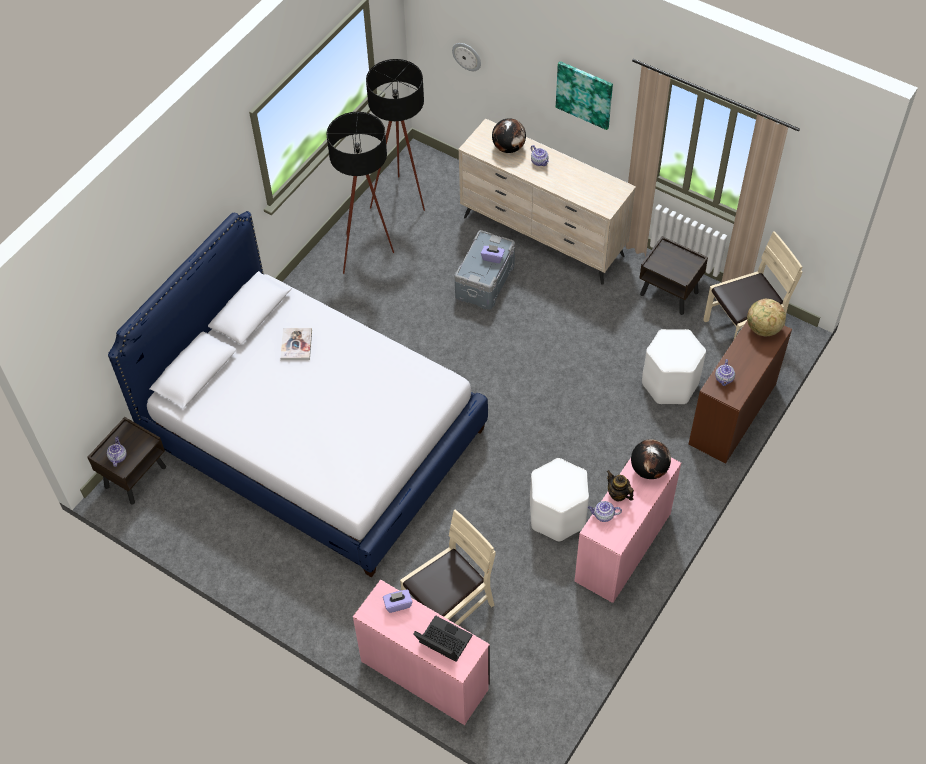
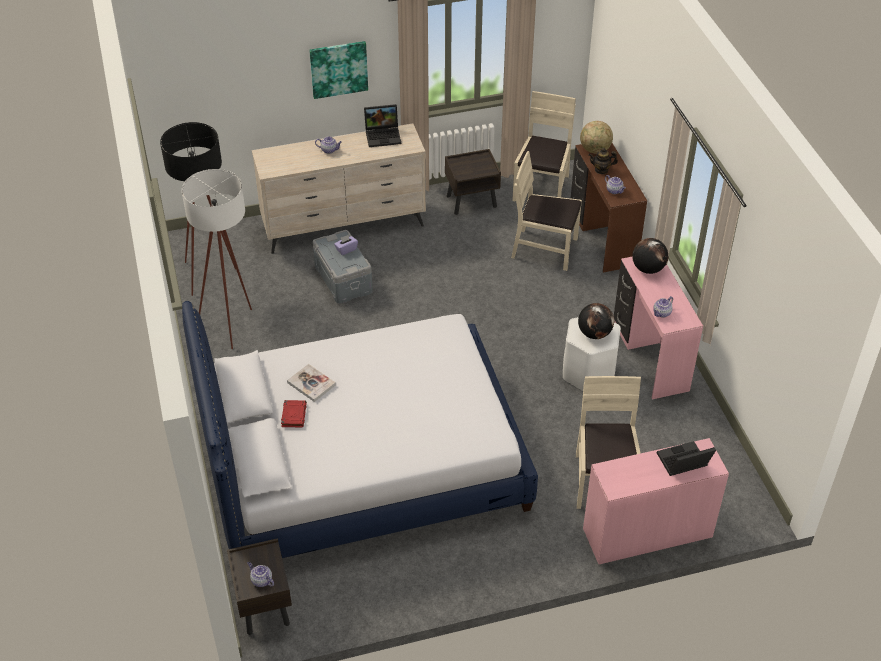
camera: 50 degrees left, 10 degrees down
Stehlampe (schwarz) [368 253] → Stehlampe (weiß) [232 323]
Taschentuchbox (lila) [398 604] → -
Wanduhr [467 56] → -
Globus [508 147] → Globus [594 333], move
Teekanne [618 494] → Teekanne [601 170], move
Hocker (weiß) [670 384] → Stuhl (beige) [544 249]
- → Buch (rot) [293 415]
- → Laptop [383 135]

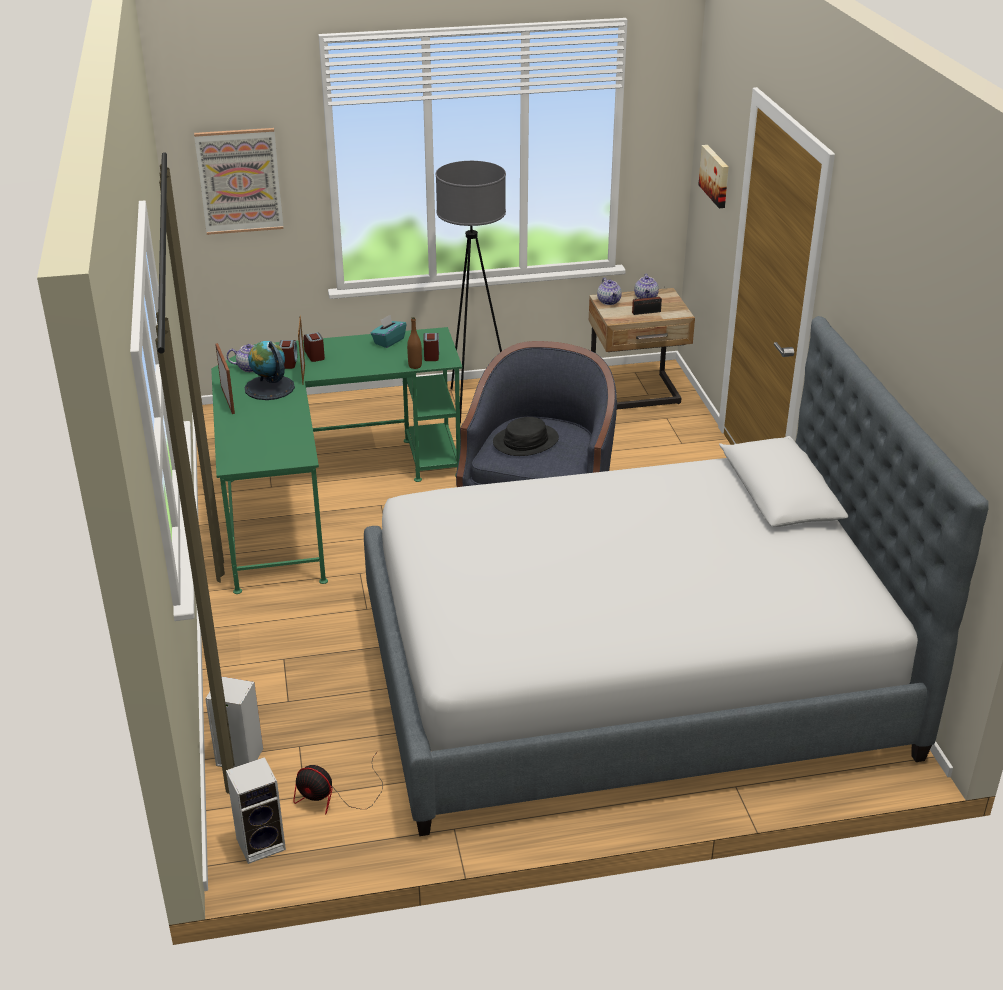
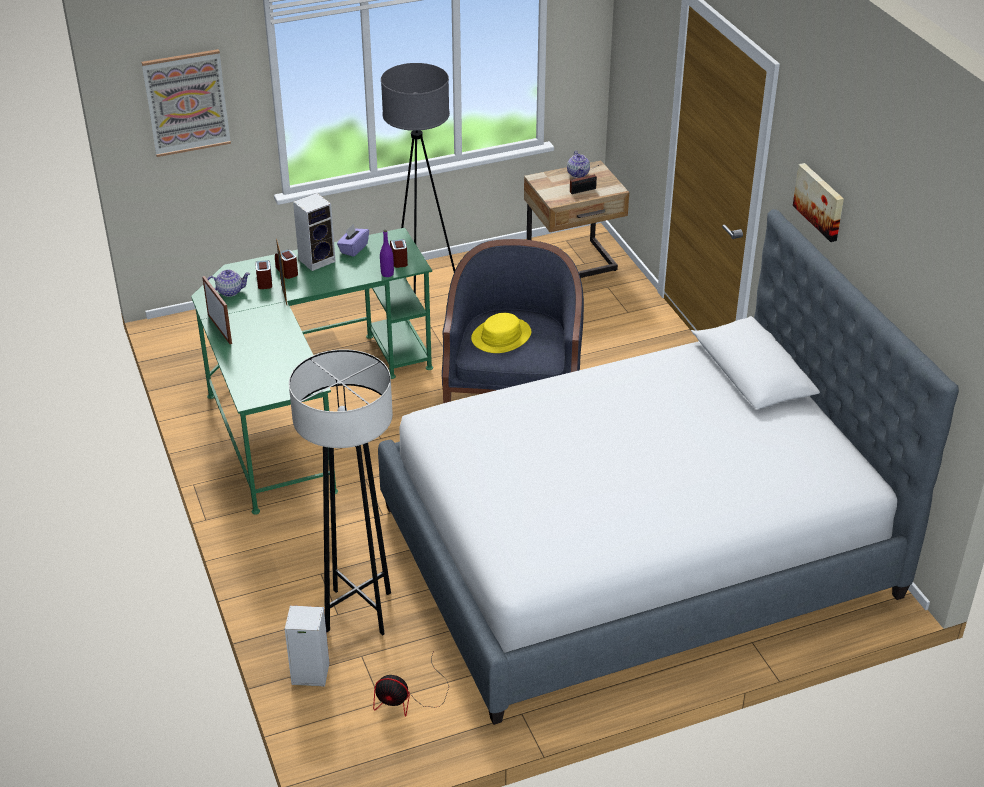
camera: 10 degrees left, 5 degrees up
Lautsprecher [262 843] → Lautsprecher [317 260], move
Globus [269 388] → -
Taschentuchbox (türkis) [388 341] → Taschentuchbox (lila) [353 249]
Flasche (braun) [415 366] → Flasche (lila) [387 274]
Hut (schwarz) [526 441] → Hut (gelb) [501 336]
Teekanne [609 301] → -
Bild [716 175] → Bild [820 201], move
- → Stehlampe (grau) [358 612]

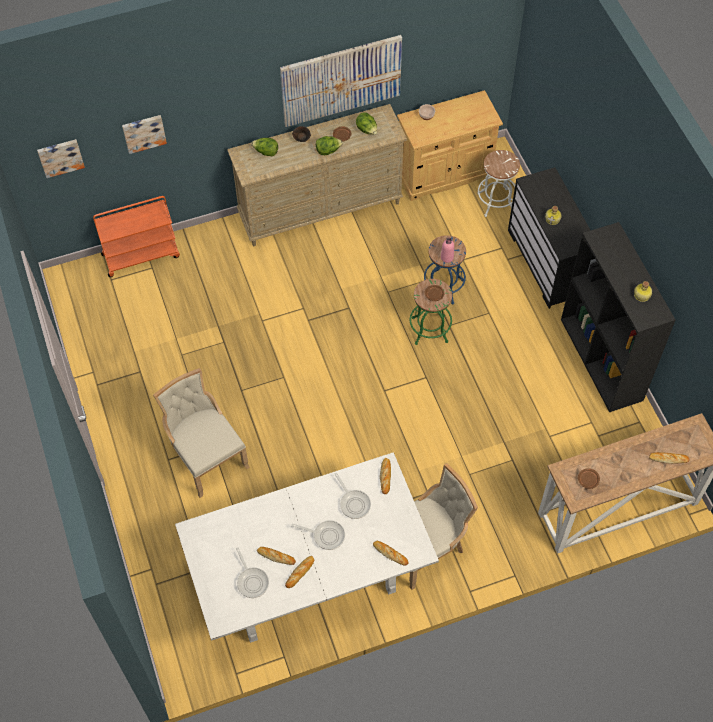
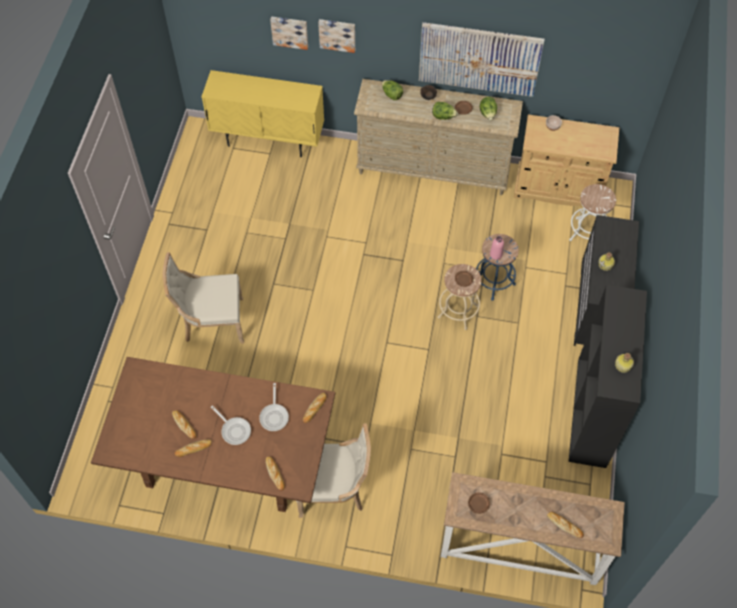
camera: 30 degrees right, 0 degrees up
Bild [60 157] → Bild [337 34], move
Rollwagen (orange) [141 255] → Schrank (gelb) [268 140]
Stuhl (beige) [206 456] → Stuhl (beige) [212 322], 90 degrees counterclockwise
Esstisch (weiß) [310 576] → Esstisch (braun) [226 460]
Pfanne [252 581] → -
Hocker (grün) [429 329] → Hocker (beige) [458 311]

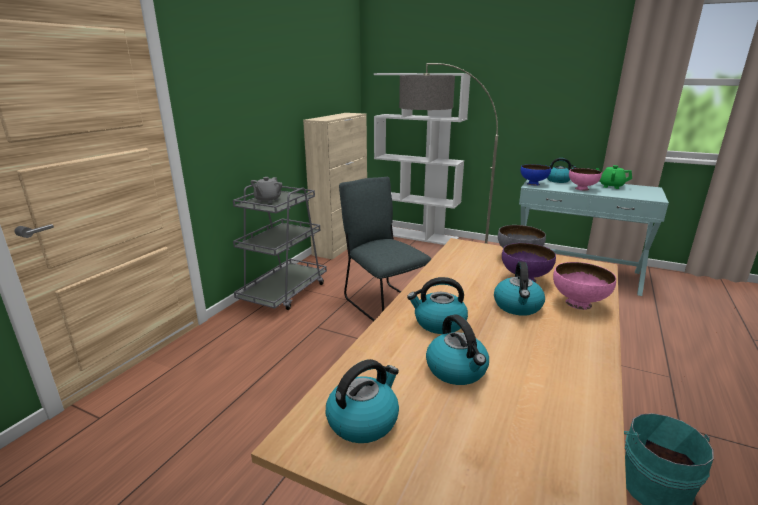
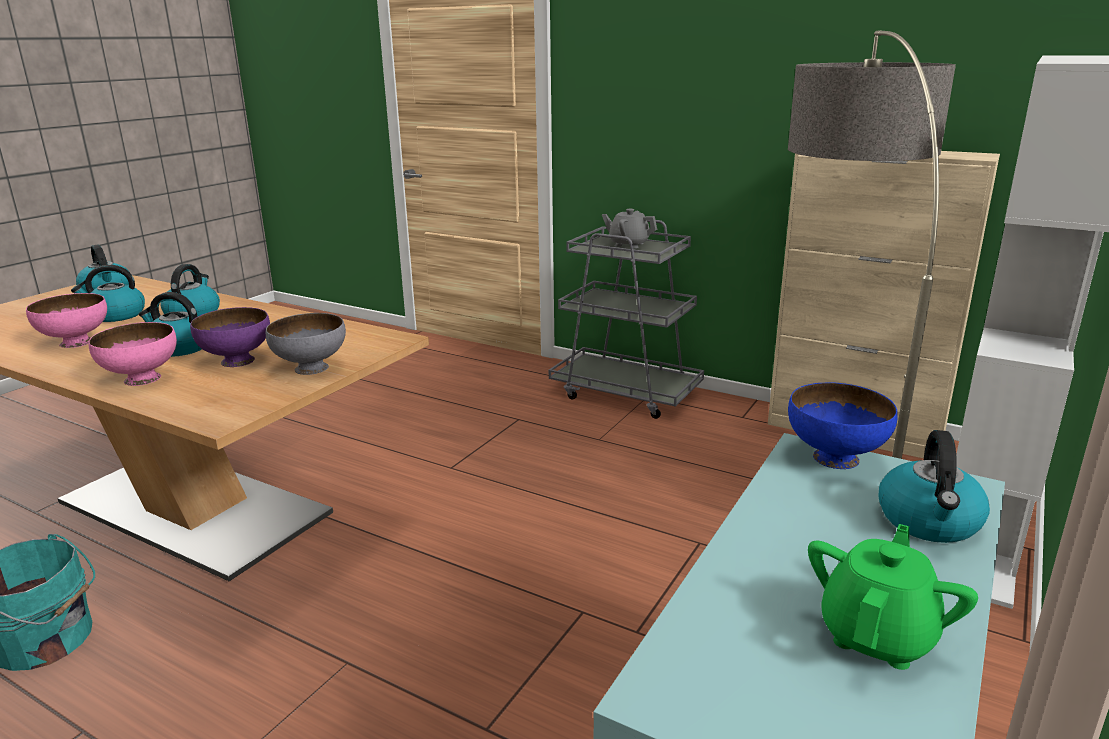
camera: 95 degrees right, 0 degrees up
Stuhl (grau) [383 303] → -
Schüssel (rosa) [582 189] → Schüssel (rosa) [75 343], move

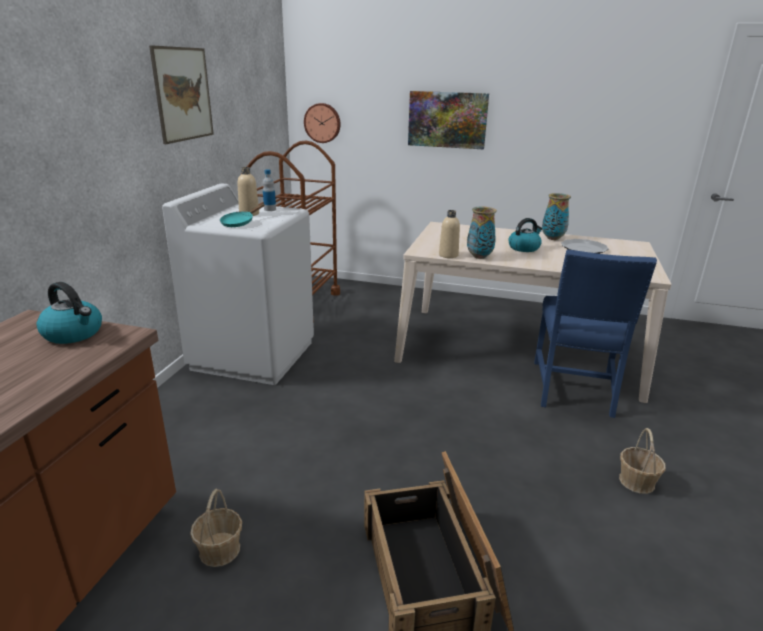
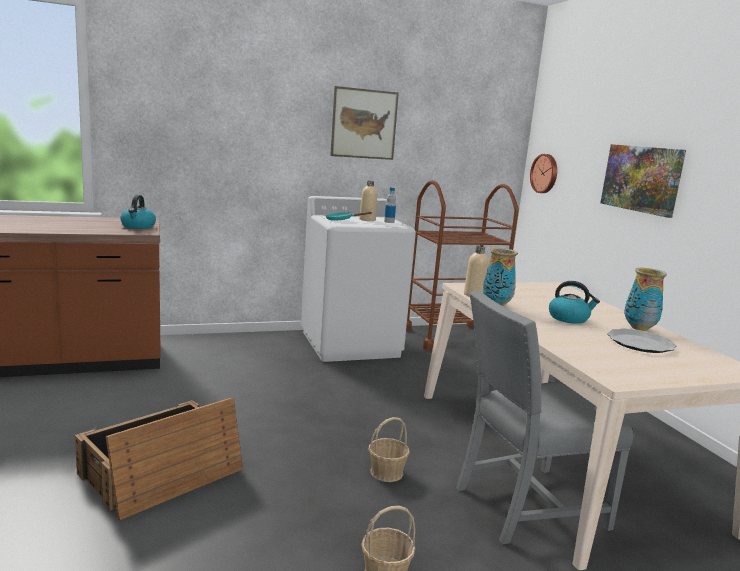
camera: 55 degrees right, 10 degrees down
Korb [220 550] → Korb [387 472], move
Stuhl (blau) [574 390] → Stuhl (grau) [524 506]

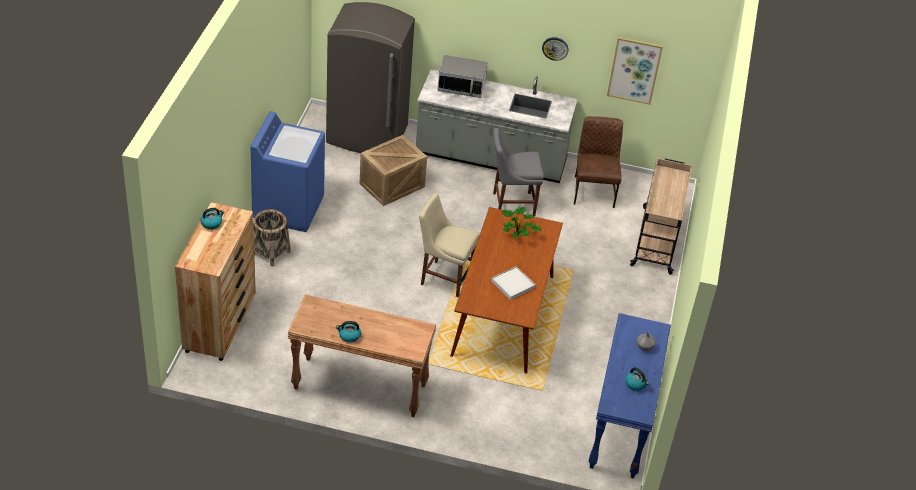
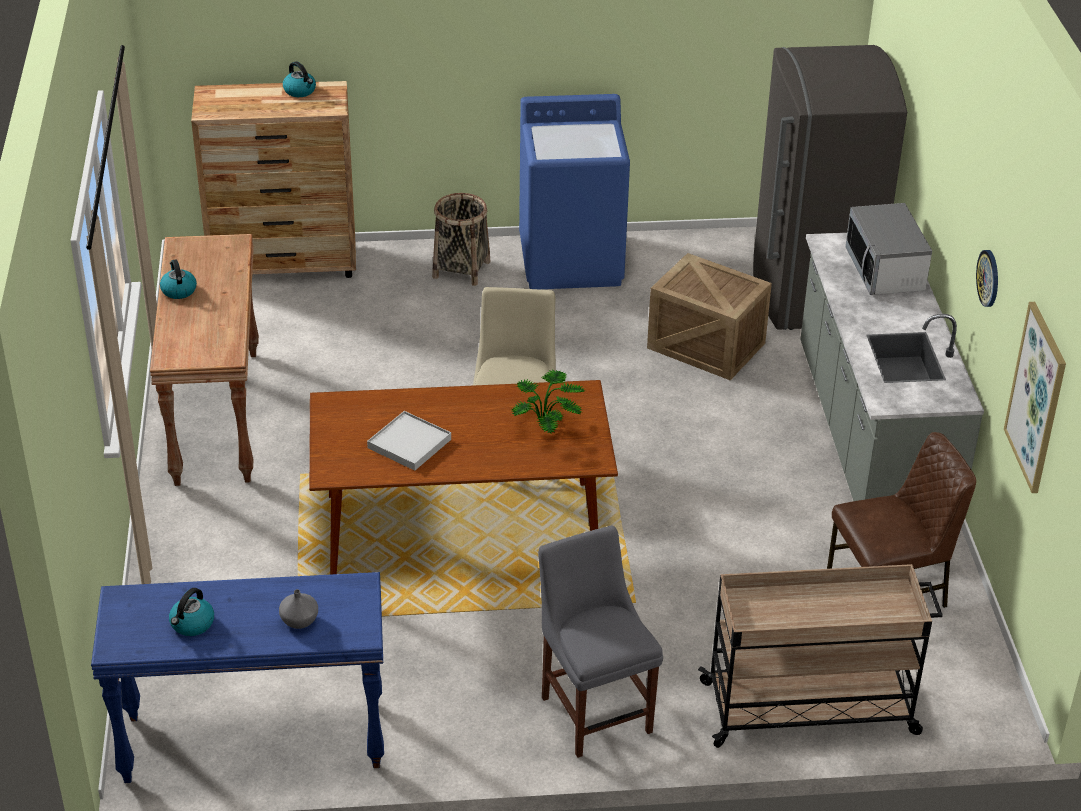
camera: 75 degrees right, 5 degrees down
Stuhl (grau) [511 204] → Stuhl (grau) [594 710], move

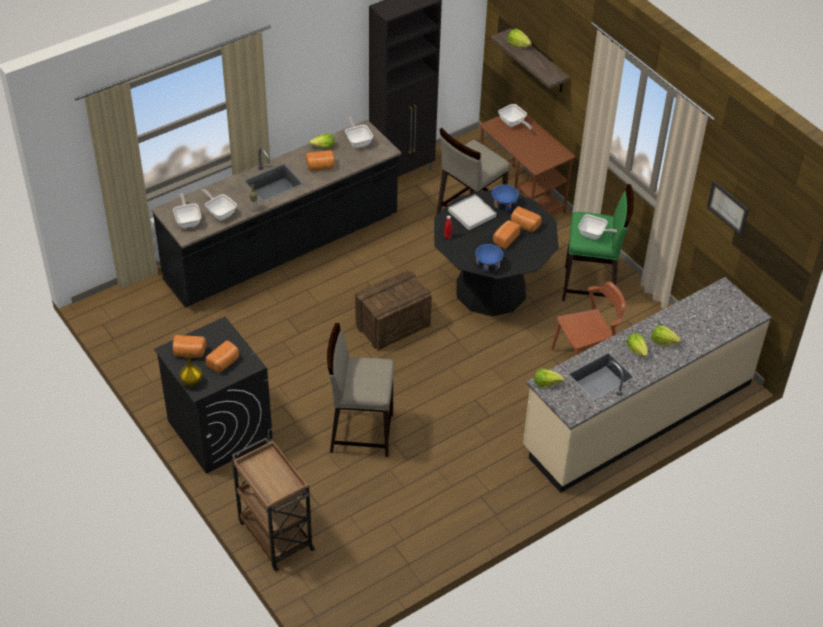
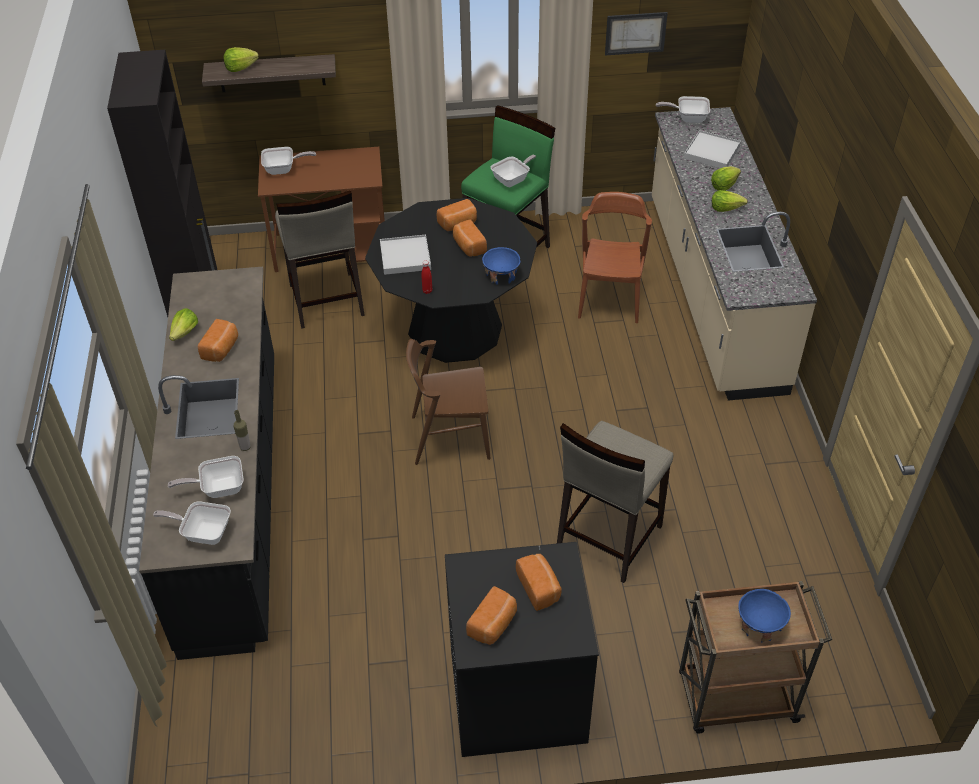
camera: 60 degrees left, 0 degrees up
Vase (gelb) [191 382] → -
Pfanne [358 141] → Pfanne [688 118], move
Kiste [393 325] → Stuhl (braun) [450 437]
Schüssel (blau) [504 205] → Schüssel (blau) [759 625], move
Salatkopf [546 382] → -
- → Tablett (weiß) [711 152]

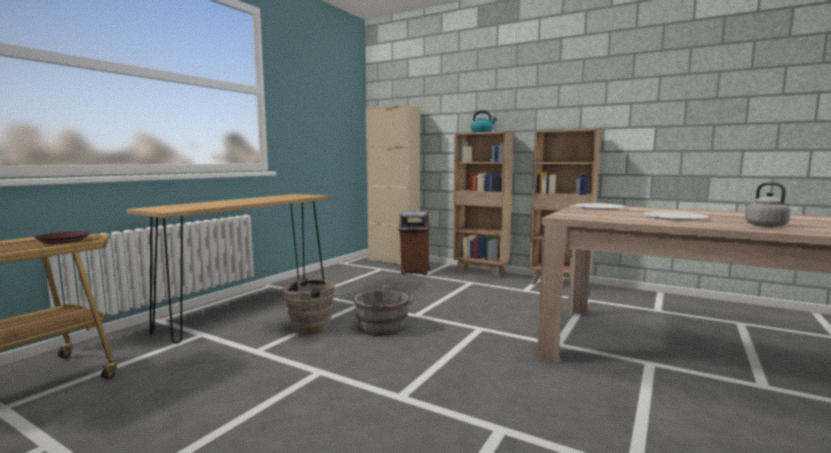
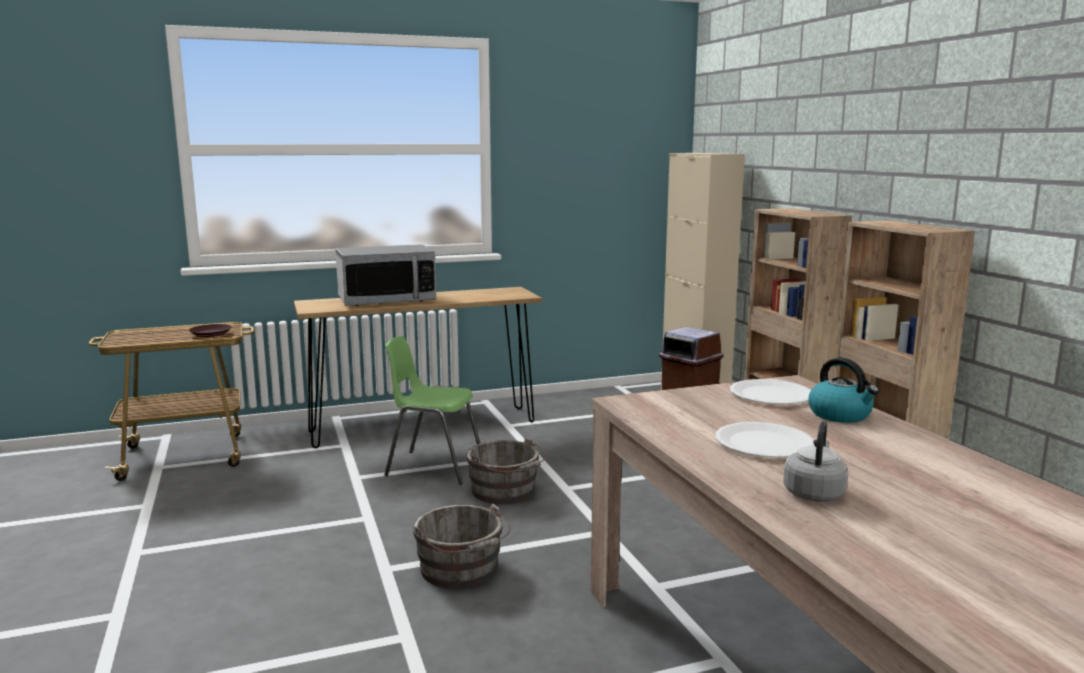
camera: 40 degrees right, 5 degrees up
Eimer (braun) [307 327] → Stuhl (grün) [434 467]
Wasserkessel [482 132] → Wasserkessel [840 415], move
- → Mikrowelle [387 300]
- → Eimer (grau) [461 570]

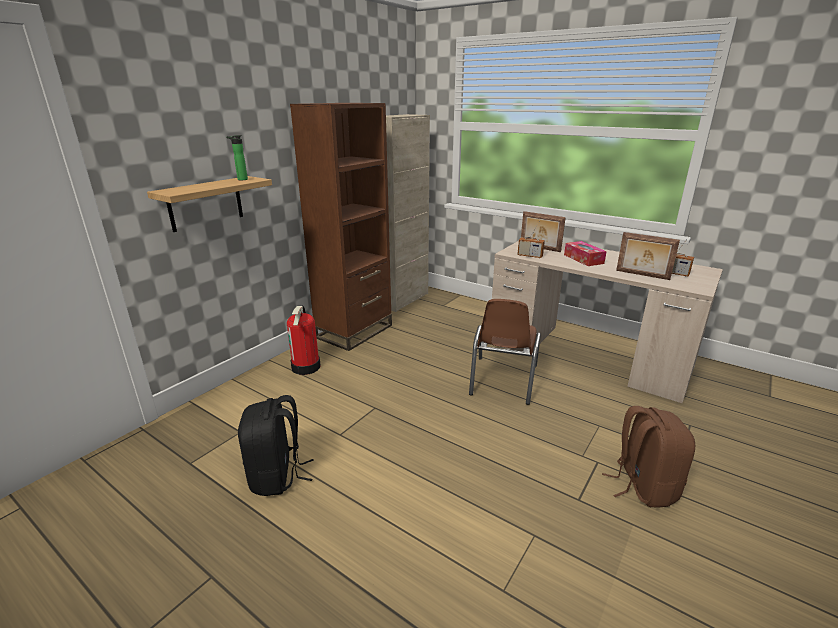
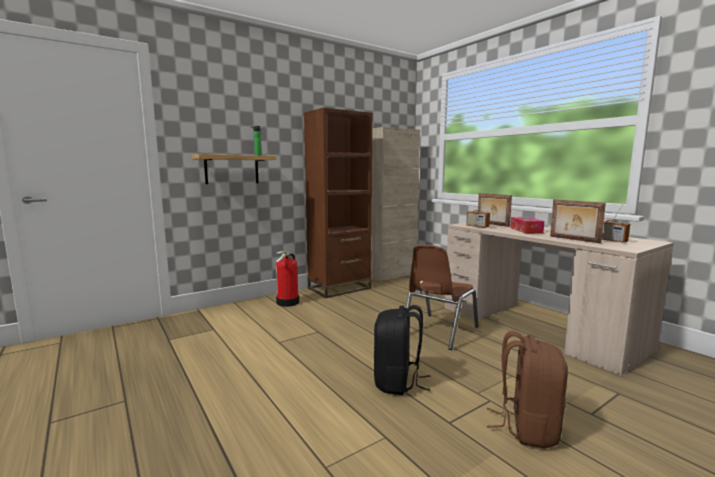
camera: 20 degrees right, 15 degrees down
Rucksack (schwarz) [277 476] → Rucksack (schwarz) [398 382], move

